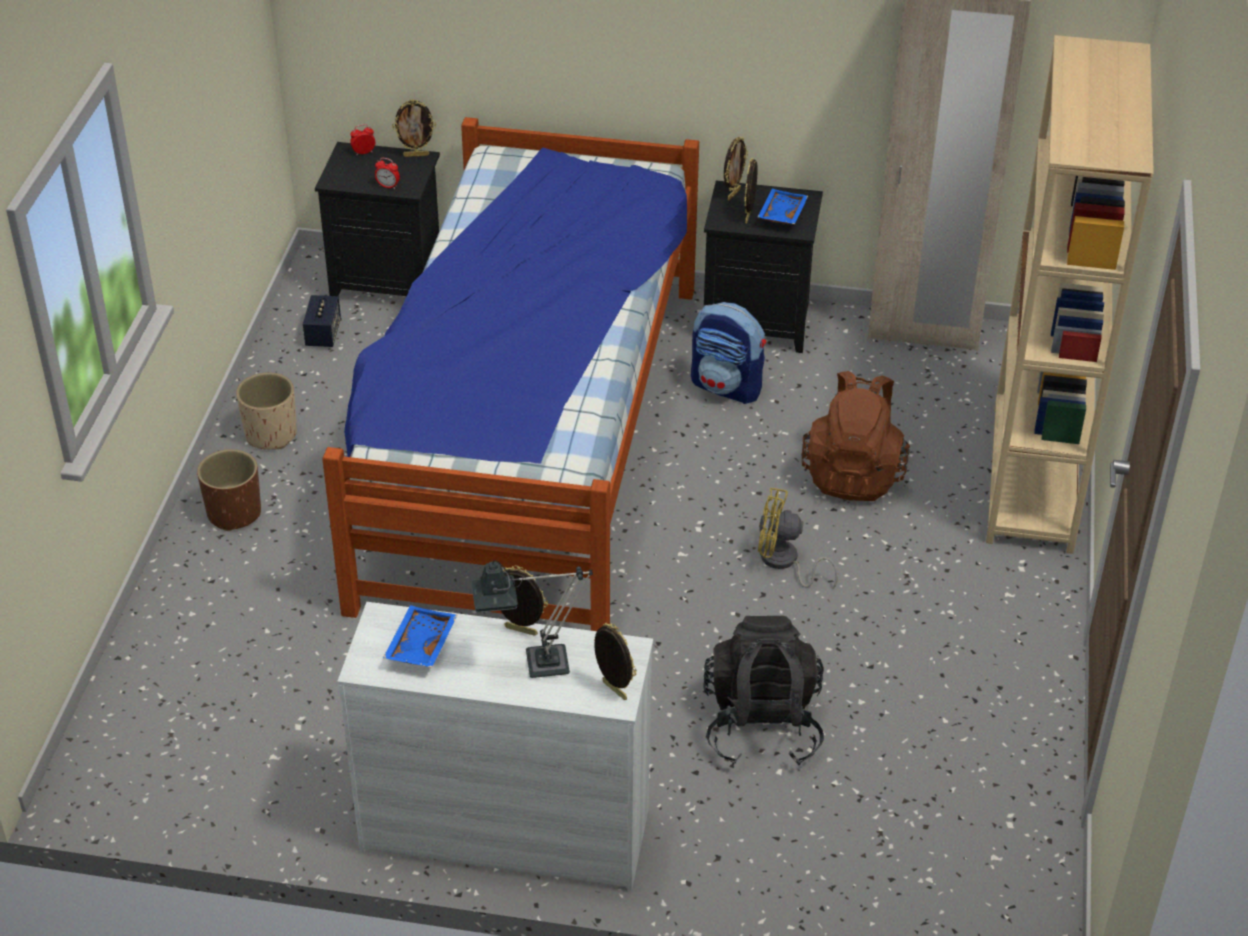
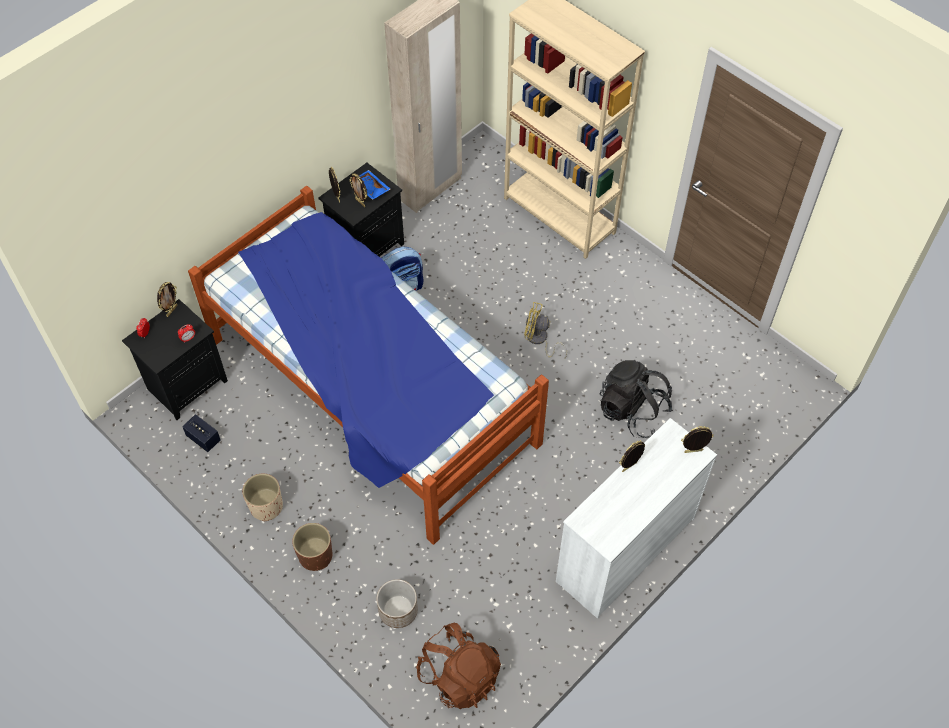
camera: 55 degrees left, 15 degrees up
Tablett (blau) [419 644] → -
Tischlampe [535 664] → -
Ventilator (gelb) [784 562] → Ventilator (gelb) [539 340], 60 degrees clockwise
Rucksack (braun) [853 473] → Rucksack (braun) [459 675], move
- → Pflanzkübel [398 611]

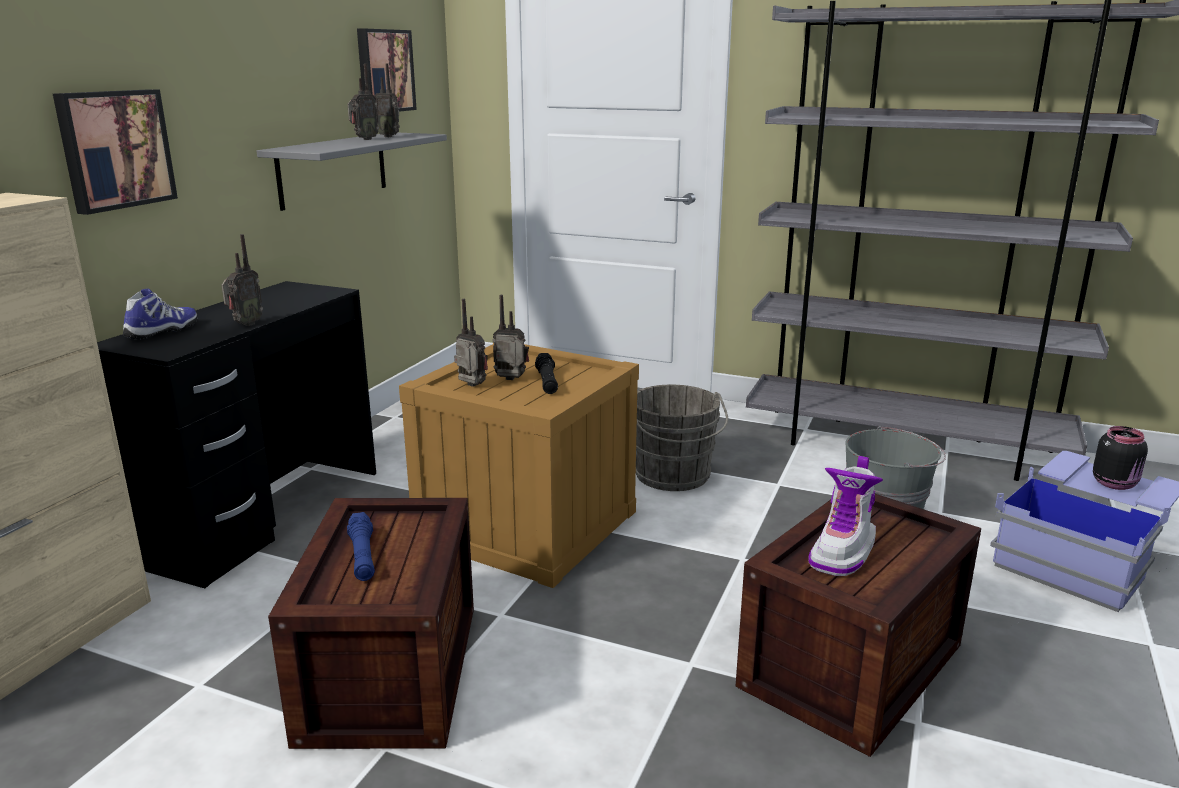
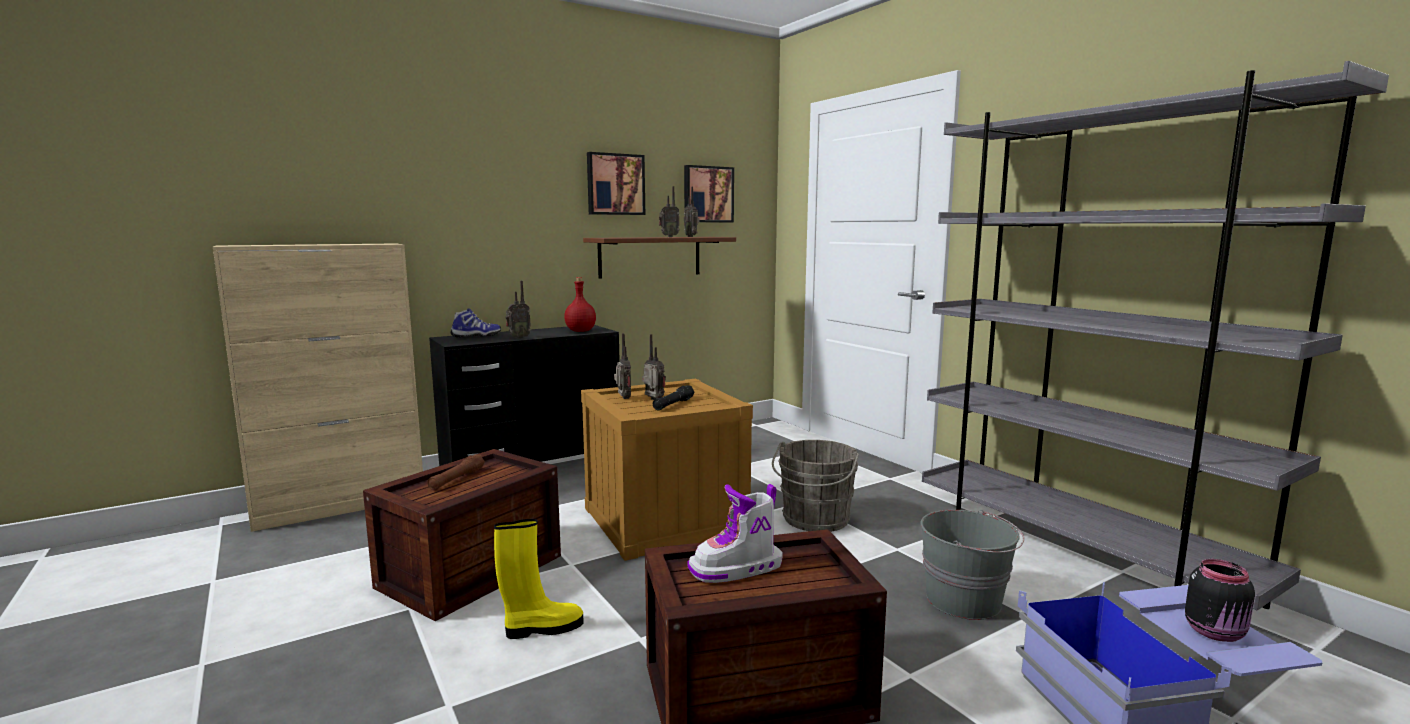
camera: 35 degrees right, 10 degrees down
Bild [114 149] → Bild [615 184], move
Wandregal (grau) [333 169] → Wandregal (braun) [650 256]
Taschenlampe (blau) [362 556] → Taschenlampe (braun) [456 479]
- → Stiefel (gelb) [542 628]
- → Flasche (rot) [581 331]

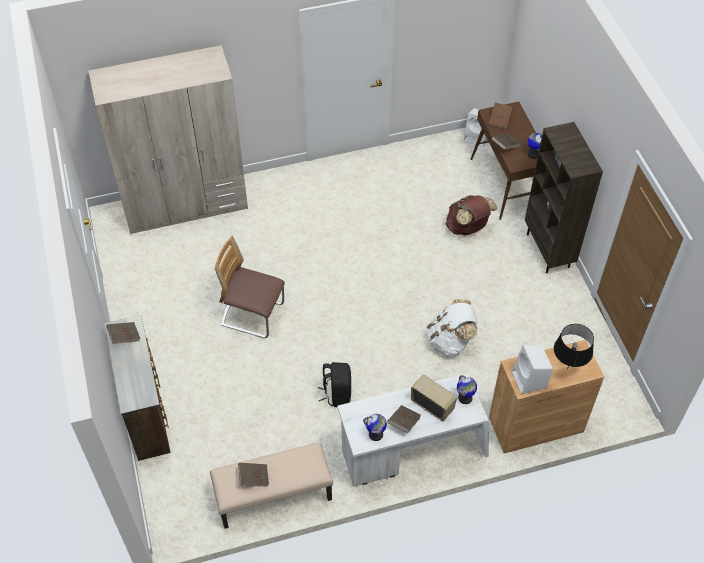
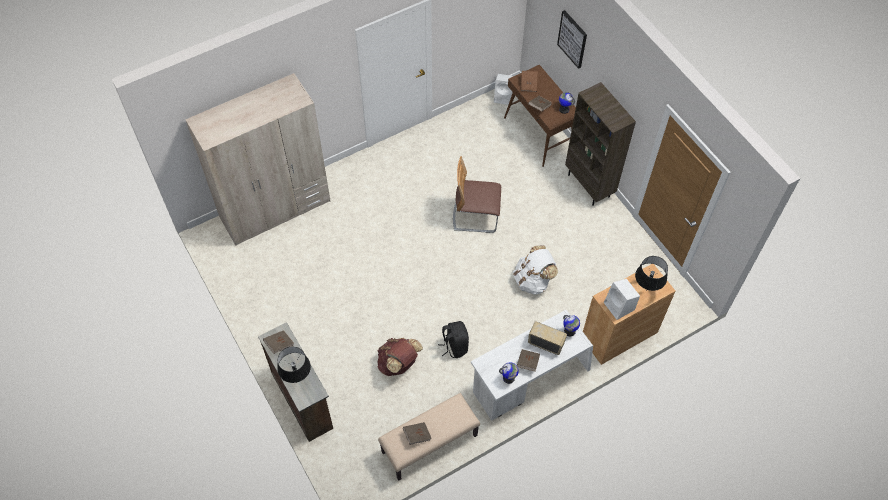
camera: 15 degrees left, 5 degrees up
Stuhl [253 315] → Stuhl [475 216], move
Rucksack (braun) [467 228] → Rucksack (braun) [399 364], move
- → Tischlampe (schwarz) [297 379]
- → Bild [573 39]

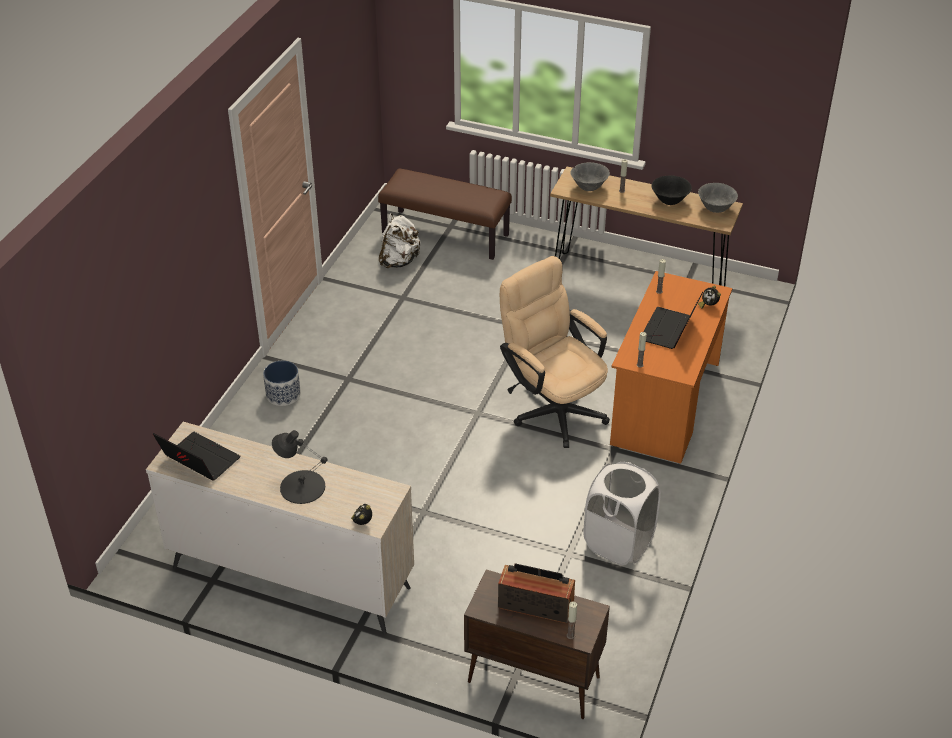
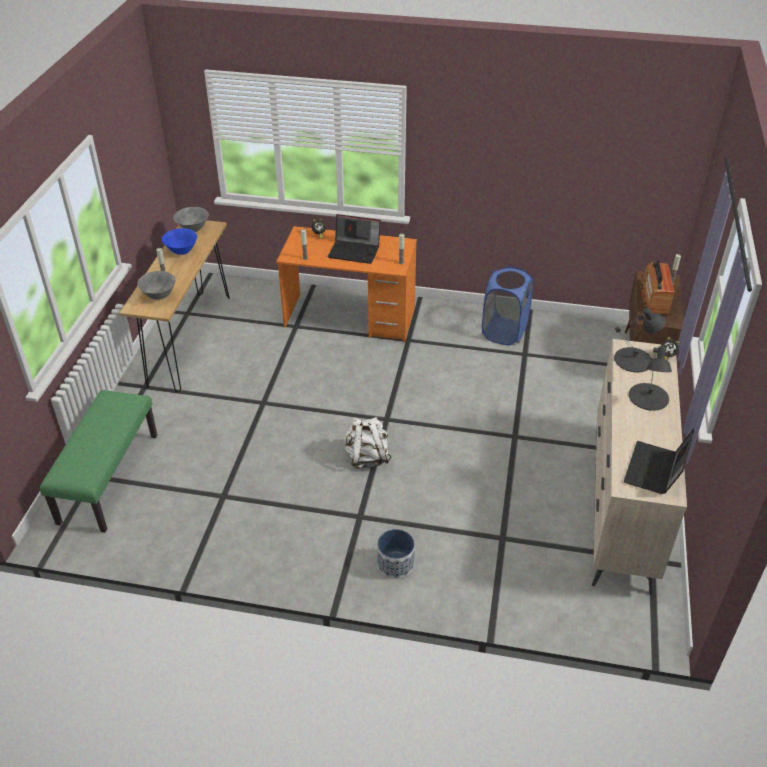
camera: 100 degrees left, 0 degrees up
Bank (braun) [446 234] → Bank (grün) [108 478]
Rucksack (weiß) [399 261] → Rucksack (weiß) [367 457], move
Bürostuhl (beige) [552 407] → -
Wäschekorb (weiß) [618 543] → Wäschekorb (blau) [504 332]
Schüssel (schwarz) [670 201] → Schüssel (blau) [182 252]
- → Tischlampe (schwarz) [634 360]

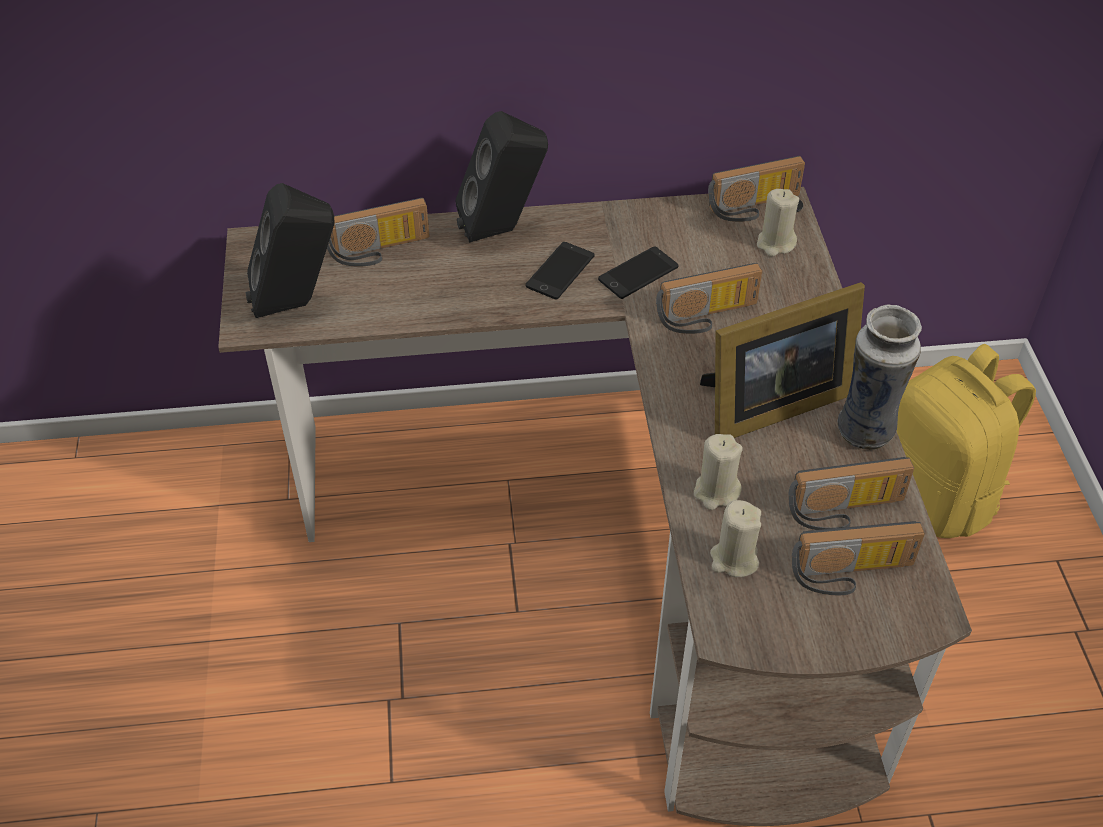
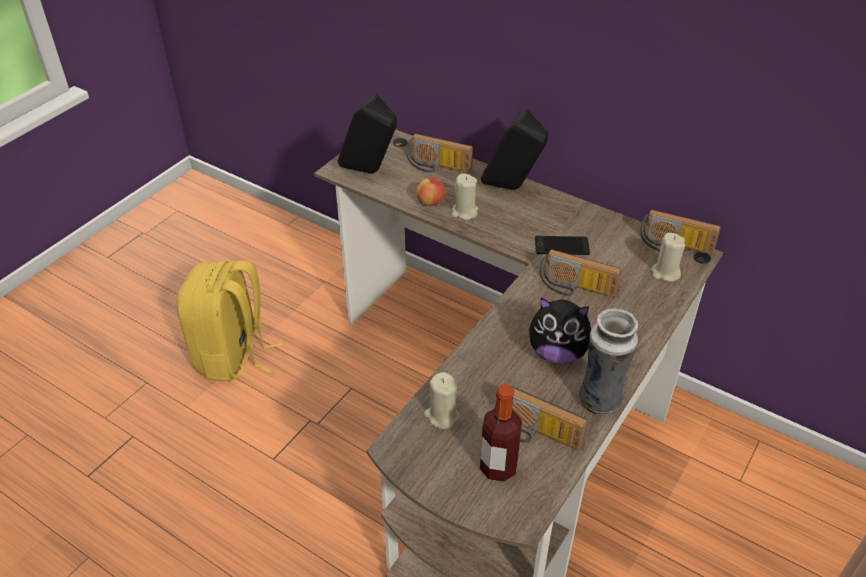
camera: 40 degrees right, 5 degrees down
Handy [560 271] → -
Kerze (beige) [716 491] → Kerze (beige) [464 212], move
Bilderrahmen [770 405] → Plüschtier [557 353]
Radio [852 575] → Flasche [498 467]
Rucksack (gelb) [936 495] → Rucksack (gelb) [233 356], move
- → Apfel [430 202]

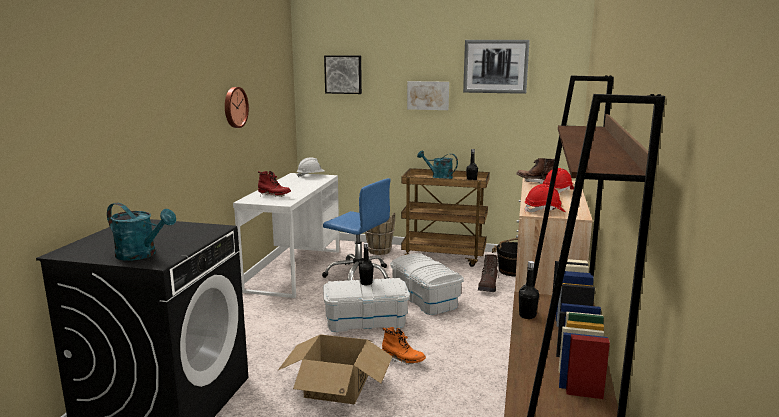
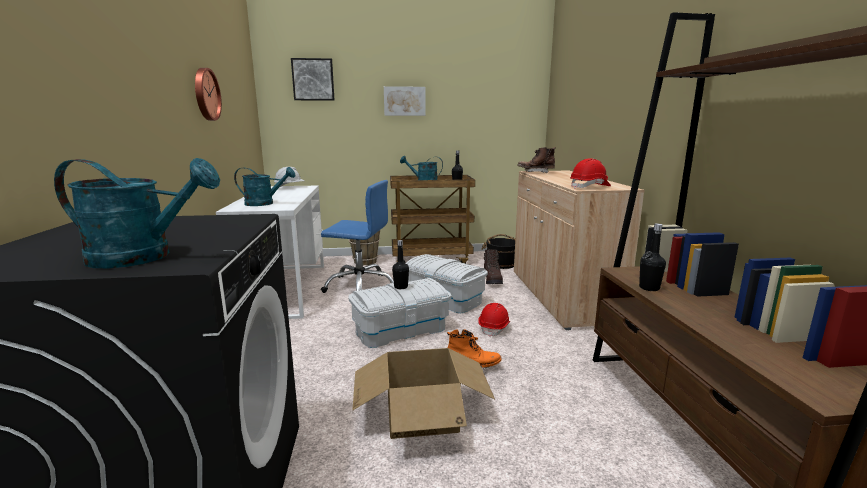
camera: 20 degrees left, 0 degrees up
Stiefel (rot) [274 196] → Gießkanne (türkis) [264 203]
Bild [495 66] → -
Schutzhelm (rot) [558 191] → Schutzhelm (rot) [494 328], move

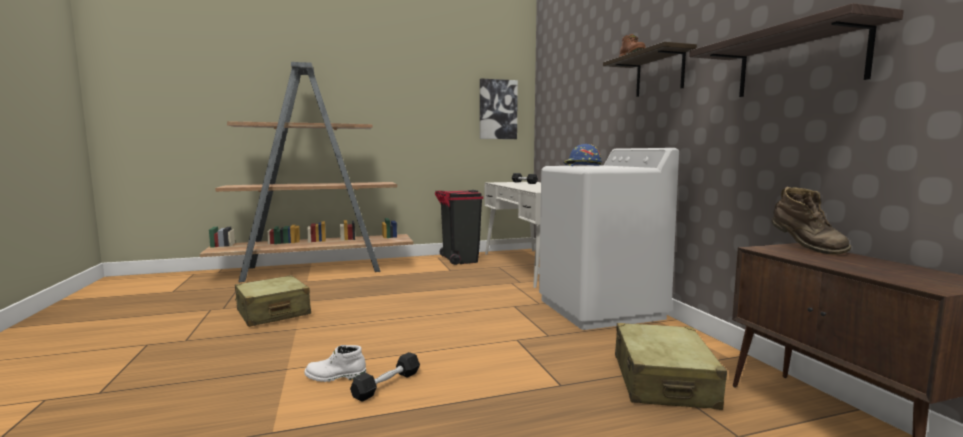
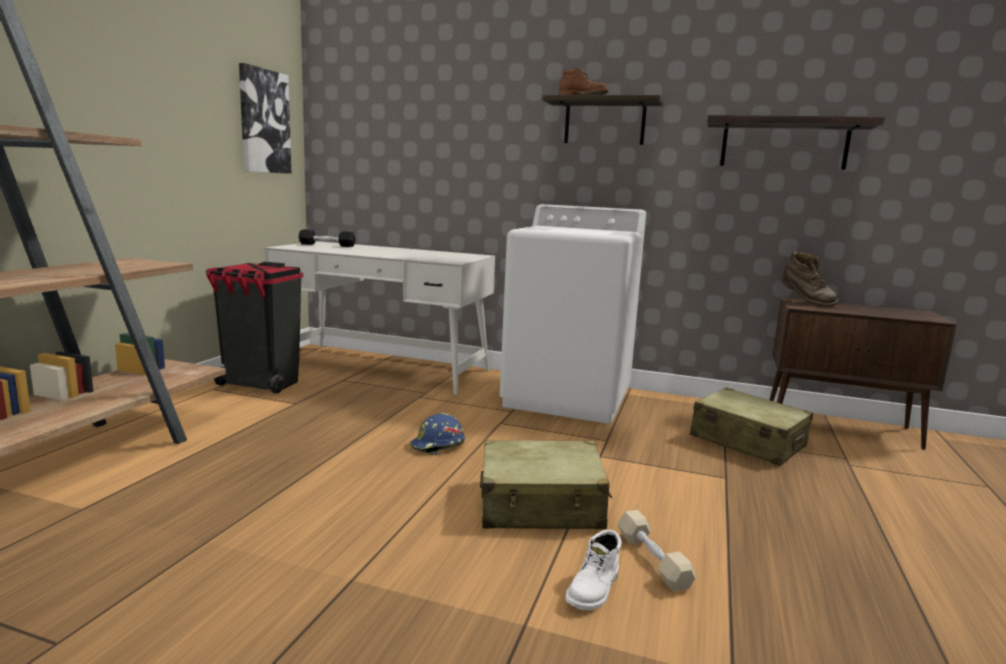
camera: 55 degrees left, 5 degrees up
Koffer (beige) [273 313] → Koffer (beige) [541 505], move
Hantel (schwarz) [387 384] → Hantel (beige) [652 560]
Schutzhelm (blau) [581 166] → Schutzhelm (blau) [438 446], move
Stiefel (braun) [805 248] → Stiefel (braun) [805 302], 45 degrees clockwise

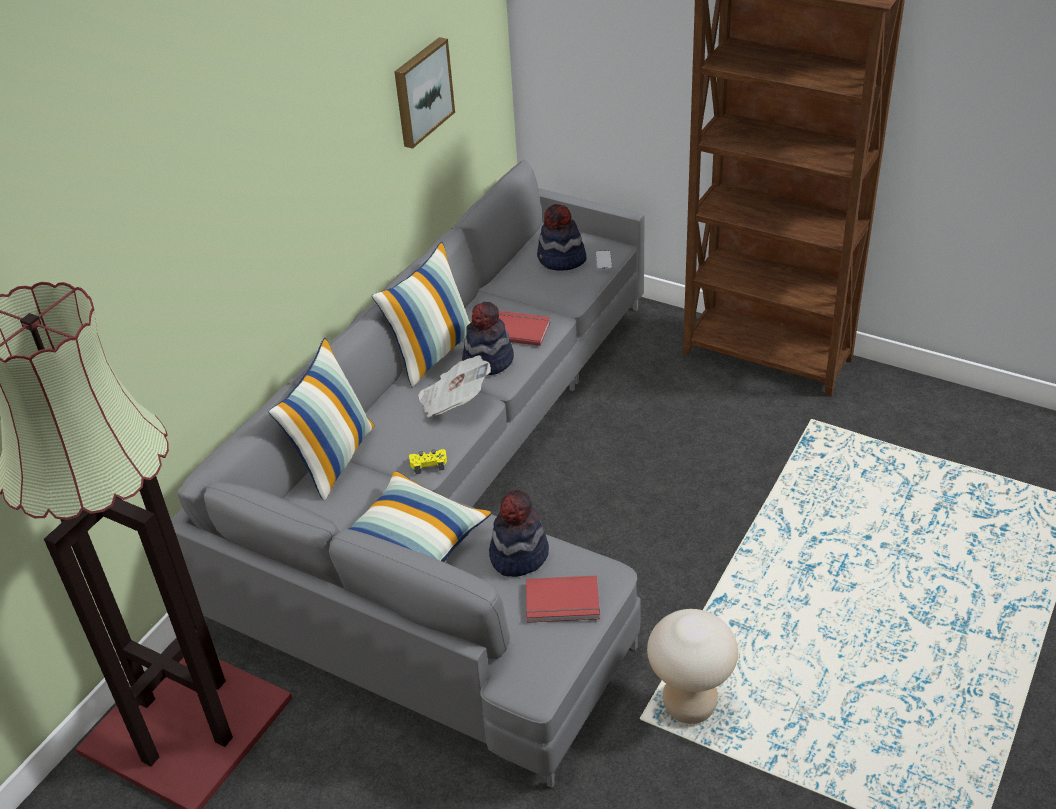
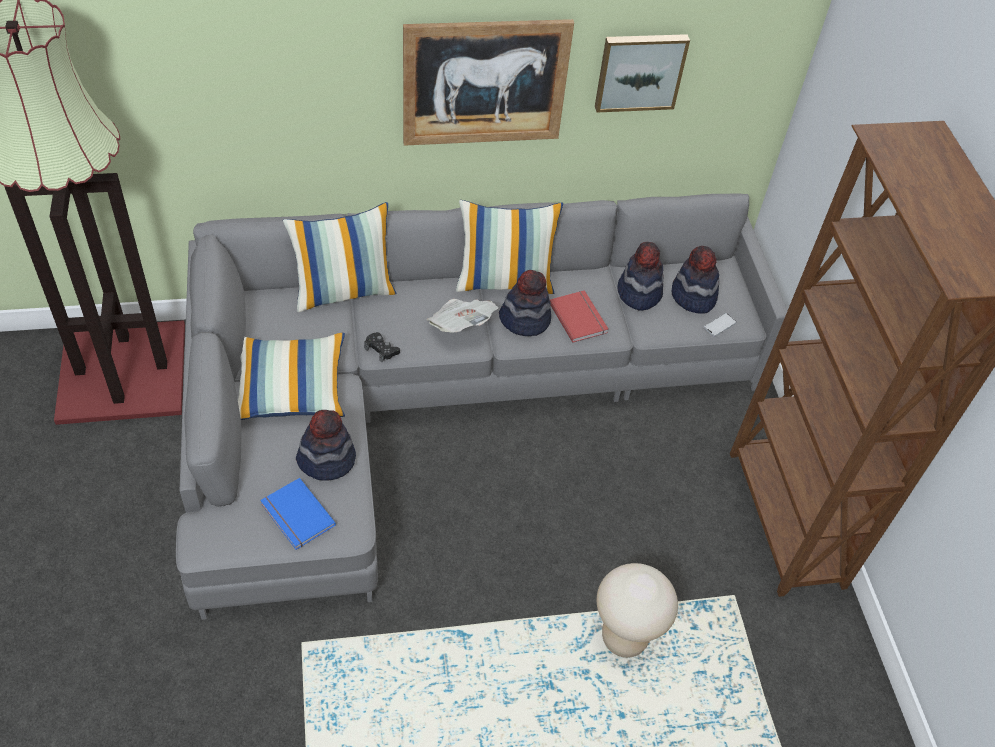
camera: 45 degrees right, 10 degrees up
Gamepad (gelb) [428 464] → Gamepad (schwarz) [381 350]
Buch (rot) [563 603] → Buch (blau) [296 516]
Hocker (beige) [689 705] → Hocker (beige) [624 638], move
- → Bild [484 83]
- → Hut [638 293]

